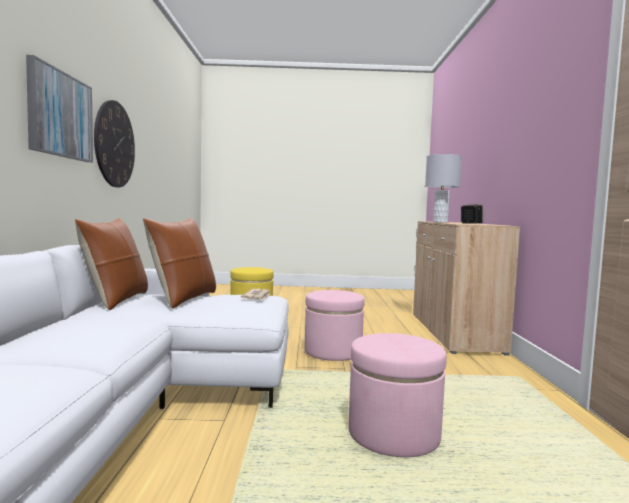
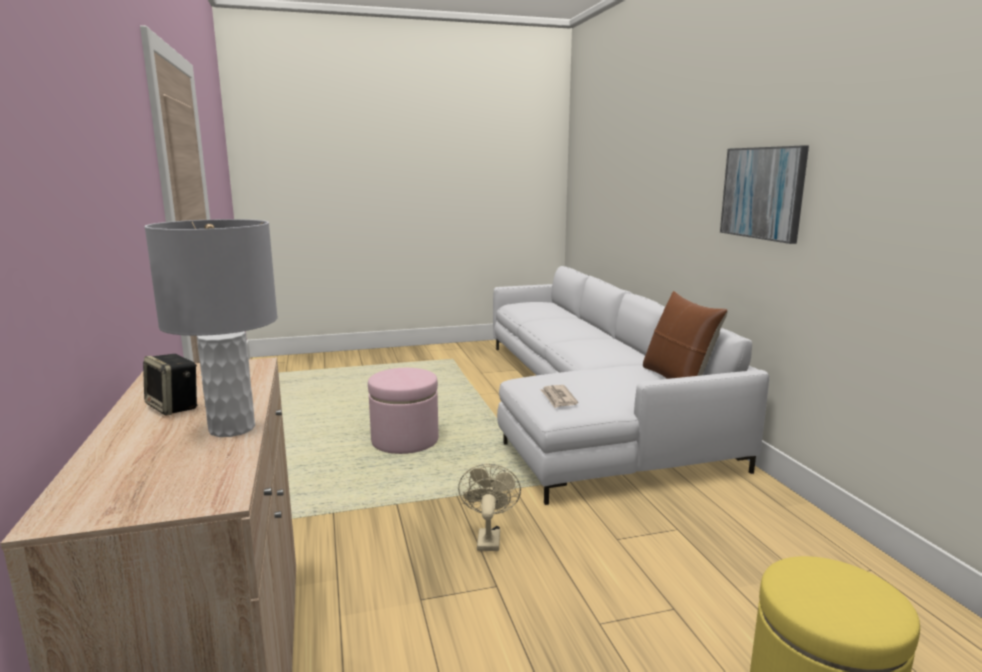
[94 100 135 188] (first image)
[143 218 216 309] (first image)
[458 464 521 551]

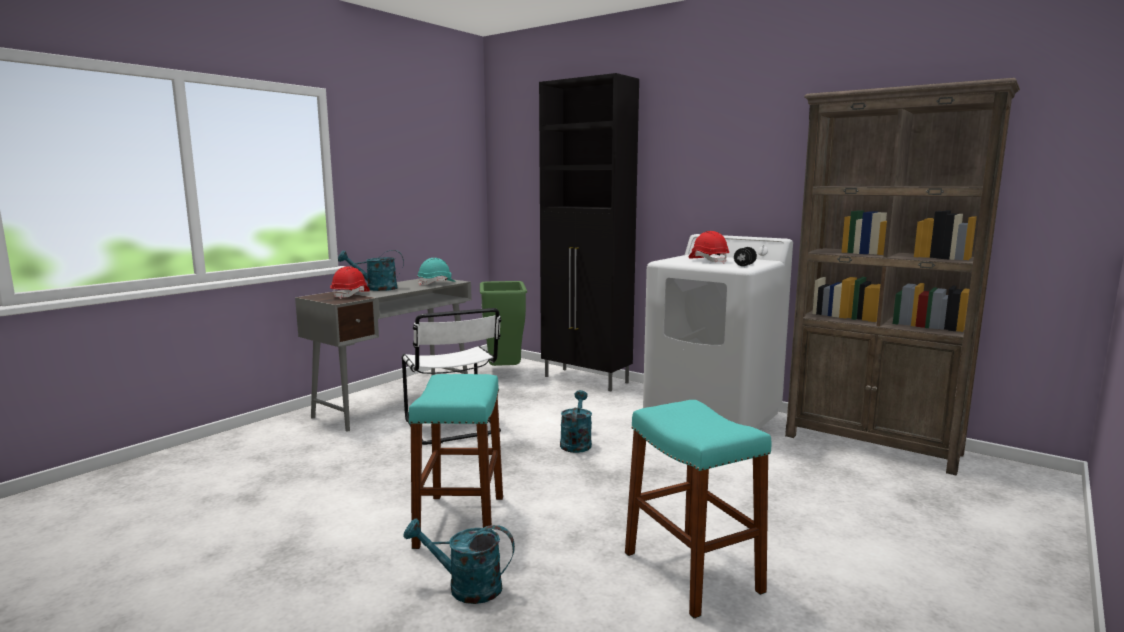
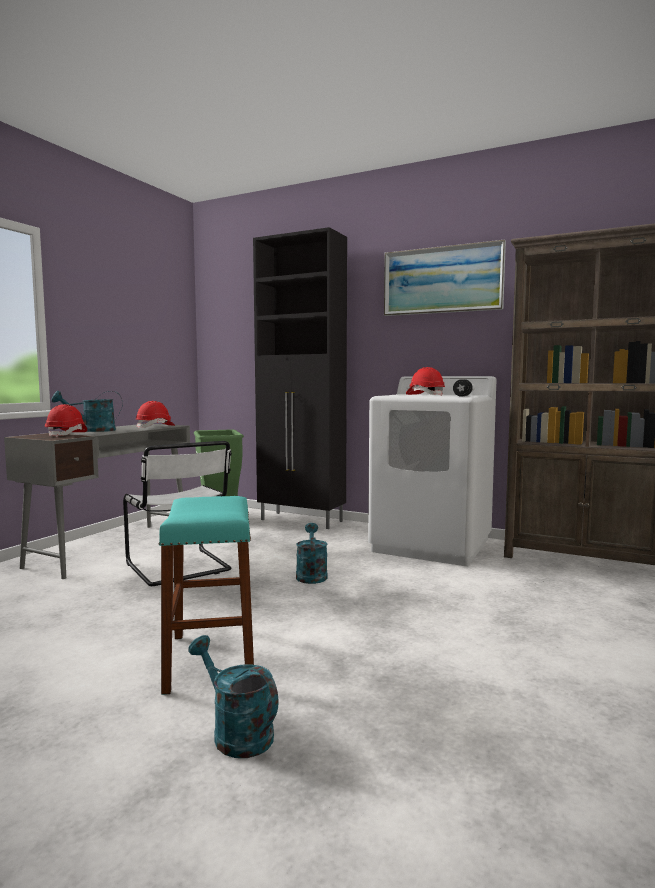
[188 635 279 758]
[135 401 175 428]
[625 400 772 618] (first image)
[384 240 506 316]

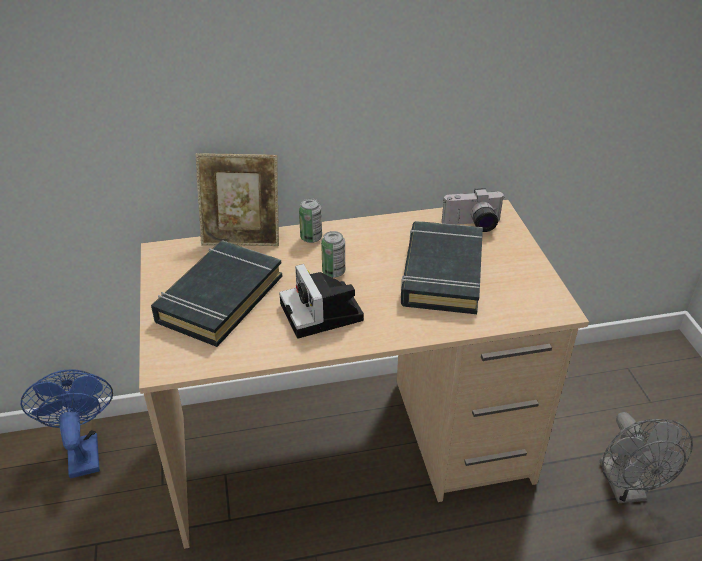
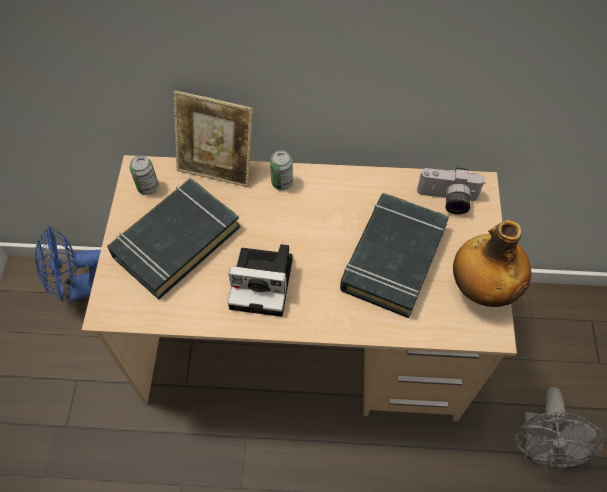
[35 226 101 302]
[228 244 293 317]
[130 155 159 195]
[453 220 531 307]

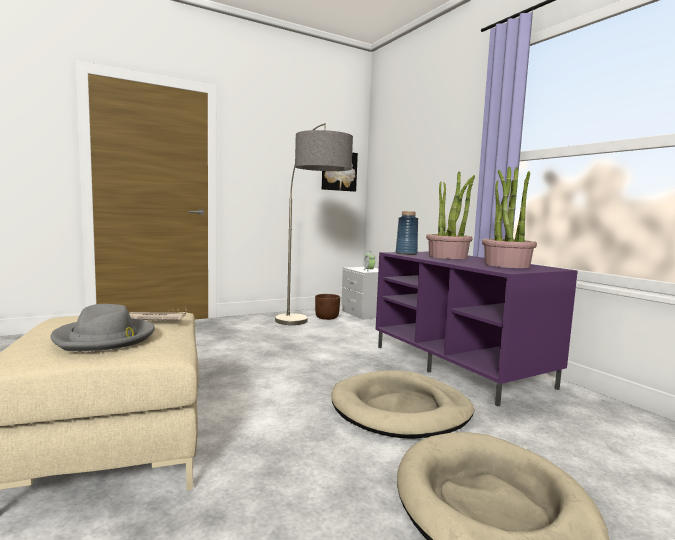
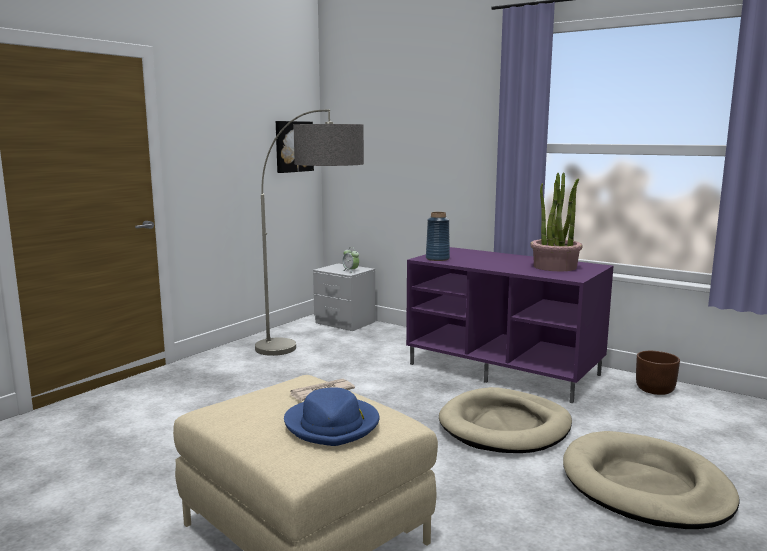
[284 387 379 446]
[636 351 680 395]
[426 171 475 259] (first image)

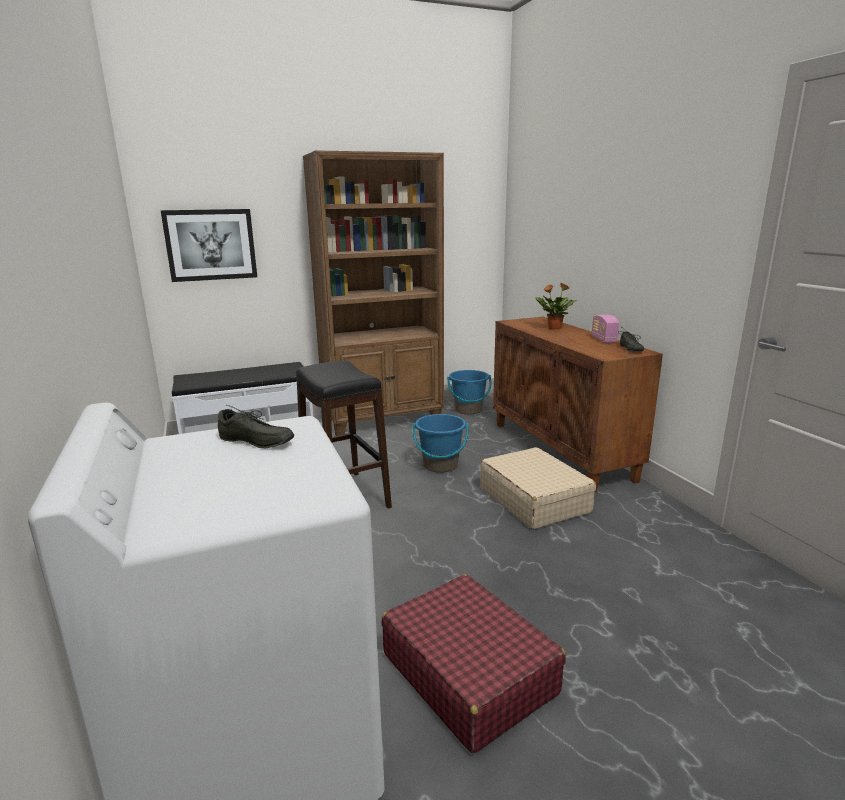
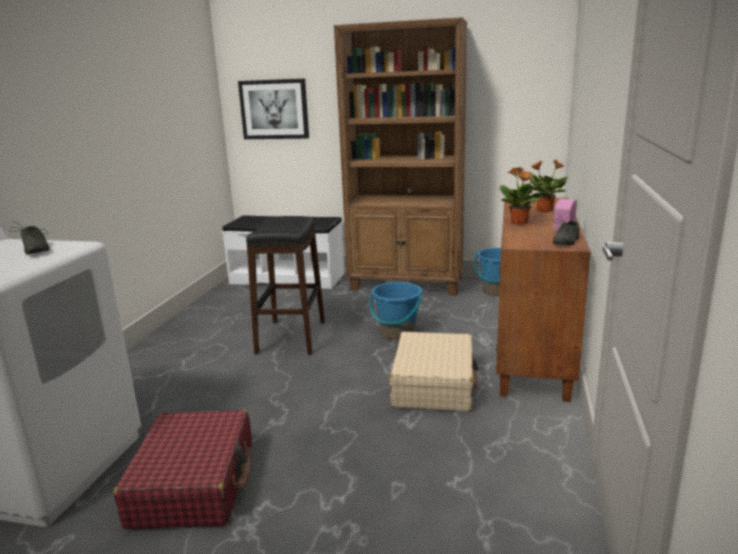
[500 167 547 224]

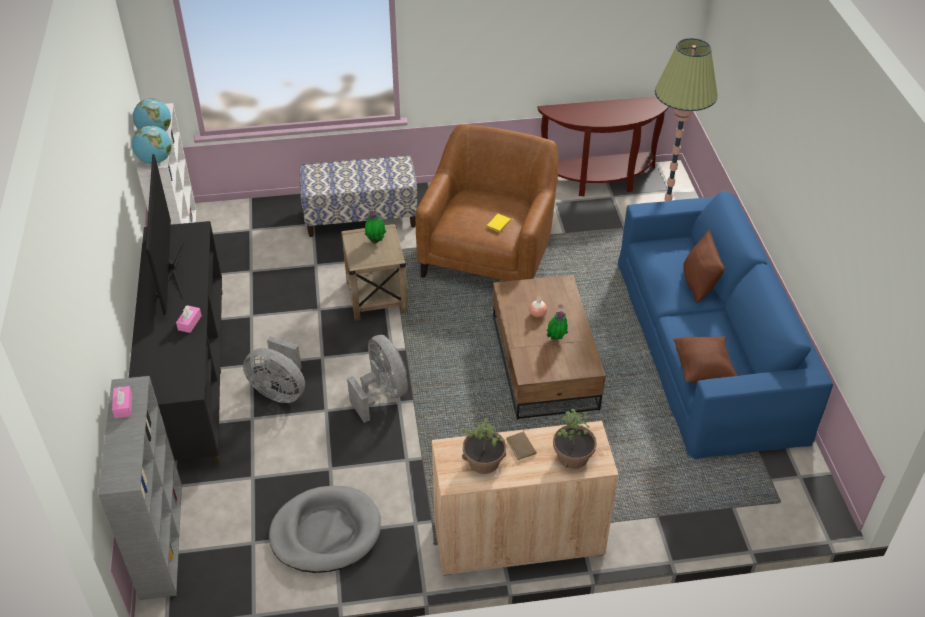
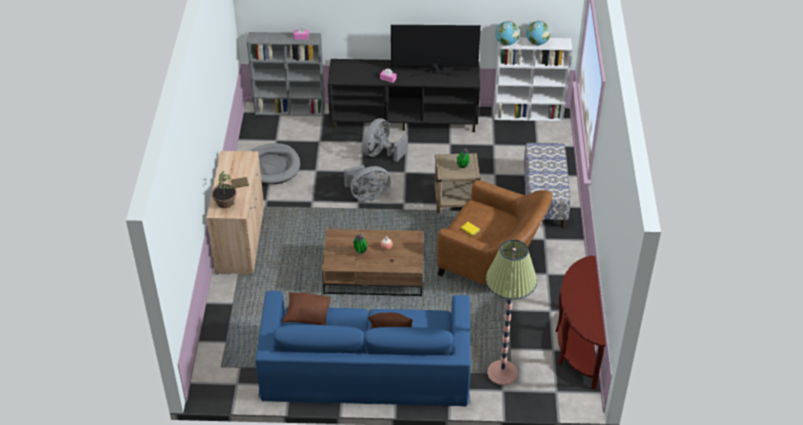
[462 418 506 474] (first image)

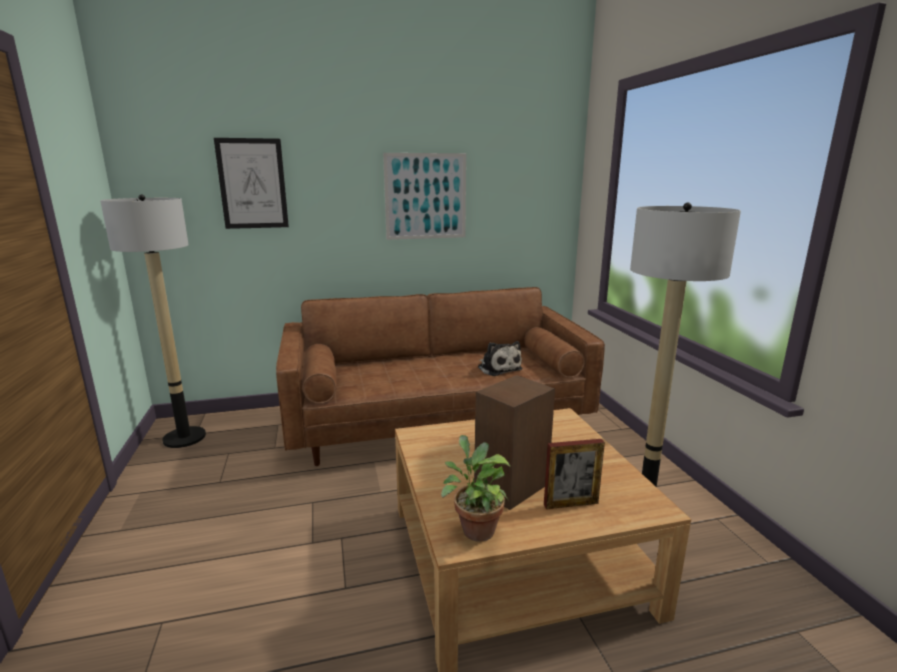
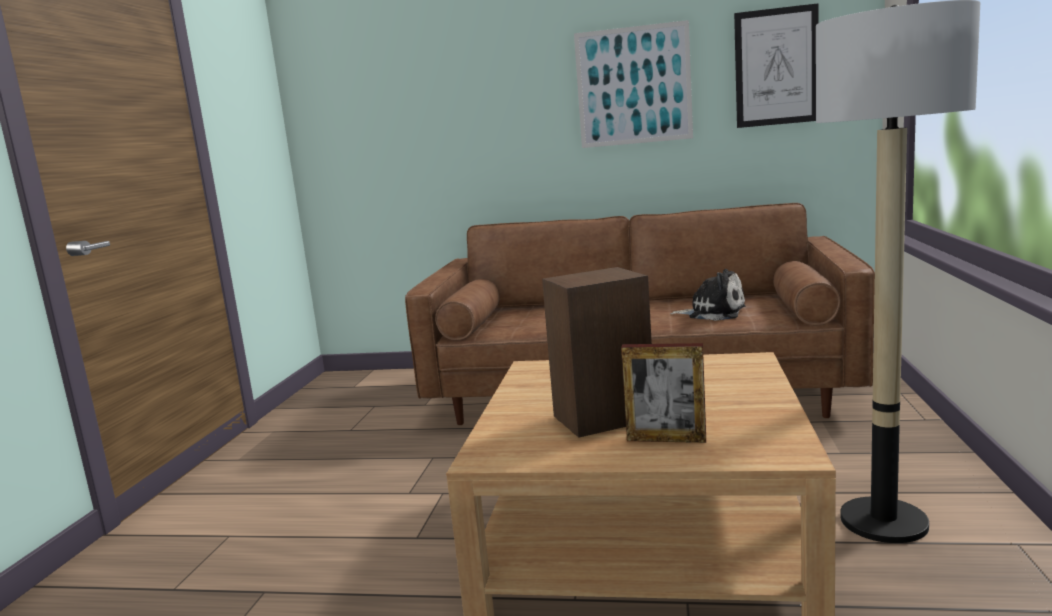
[100 195 206 448] (first image)
[734 3 819 128]
[441 435 511 542] (first image)
[670 269 746 321]

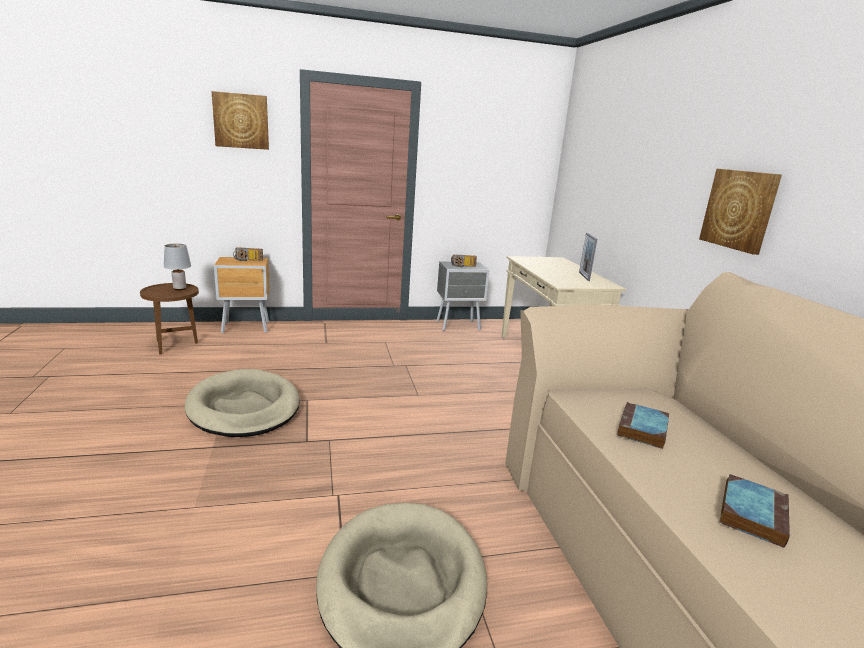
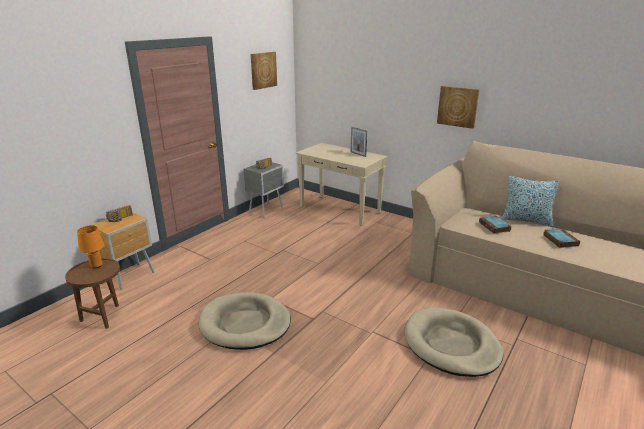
[77 225 104 269]
[251 52 277 90]
[501 176 561 227]

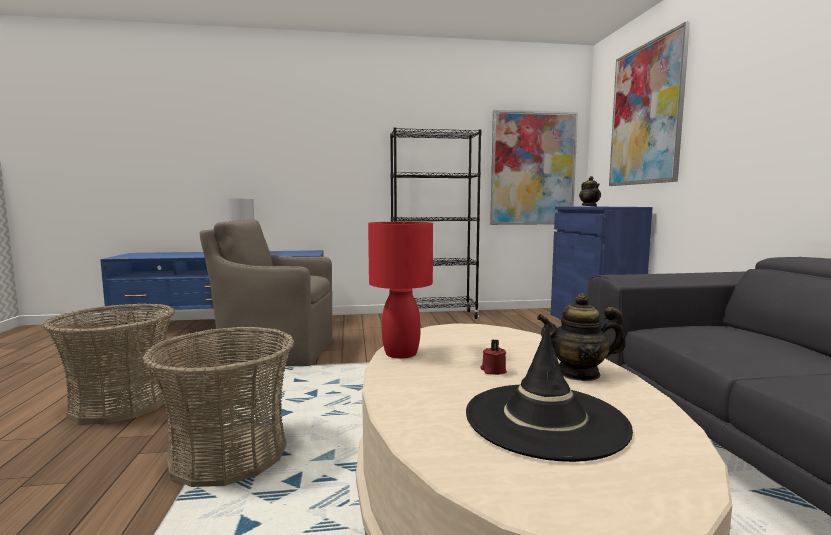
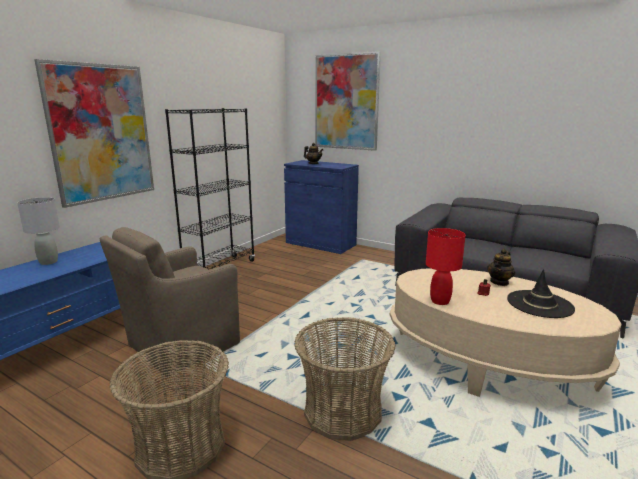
[34 59 154 208]

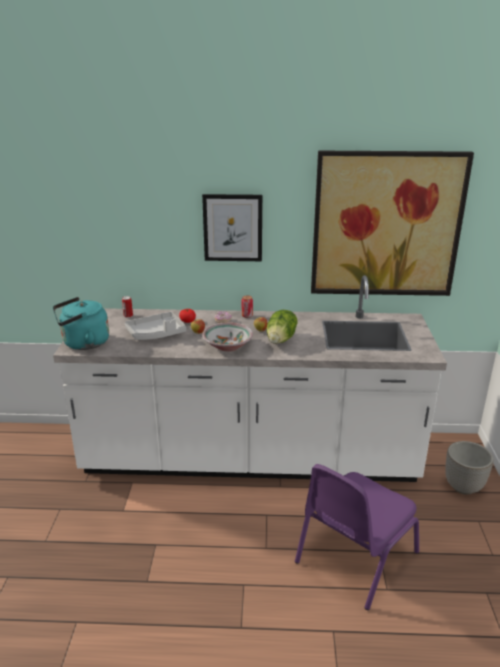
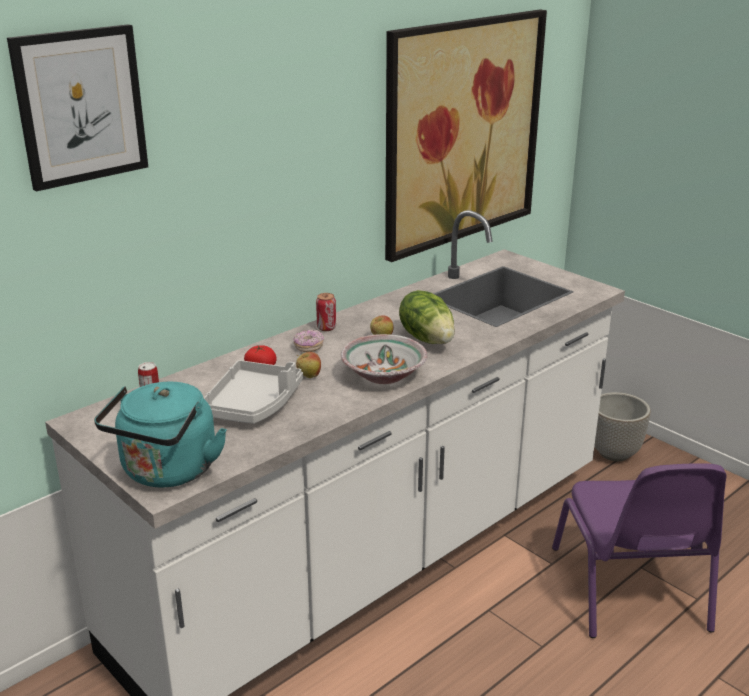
[7 24 148 192]

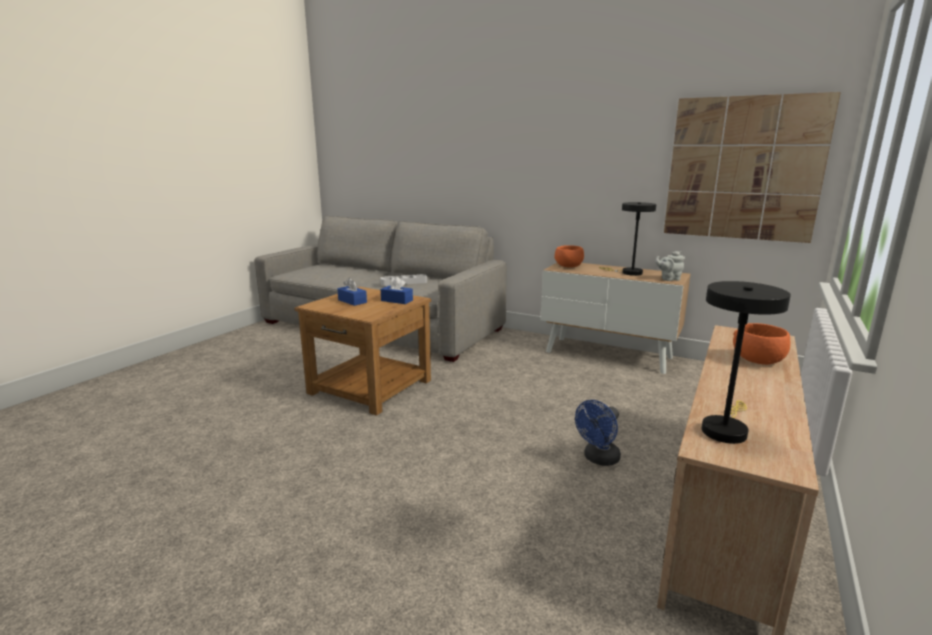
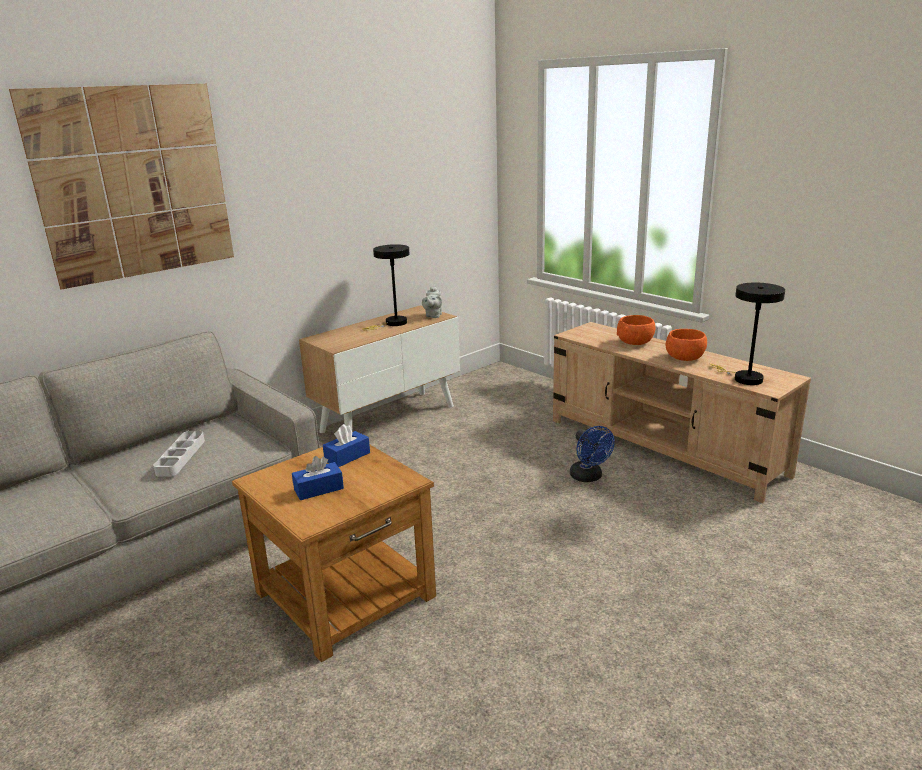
[665 329 707 361]
[9 84 234 290]

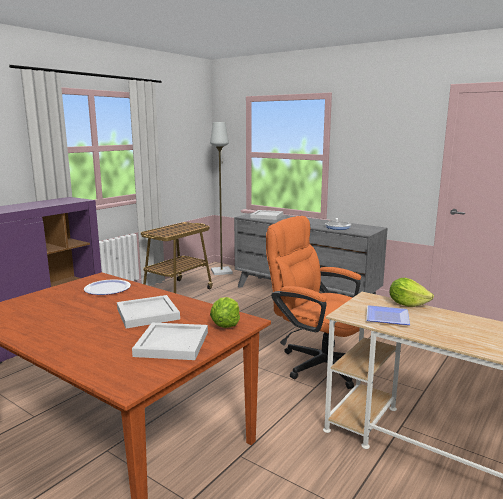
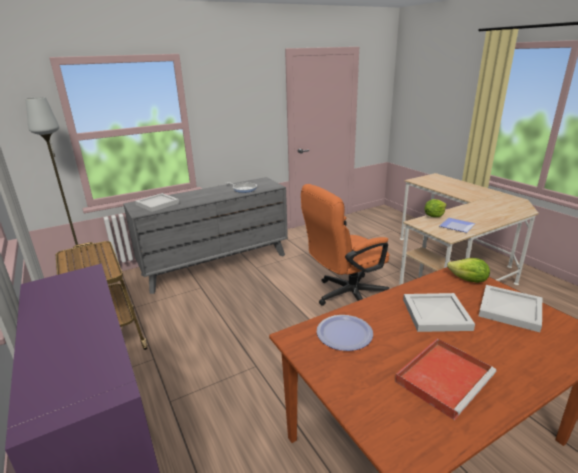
[395 338 496 420]

